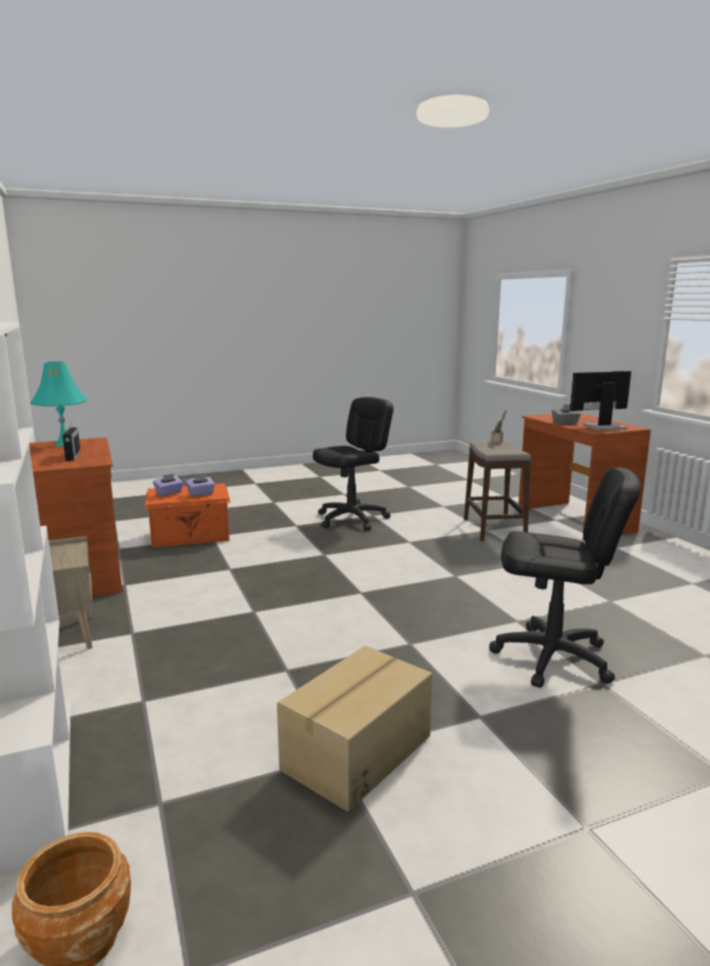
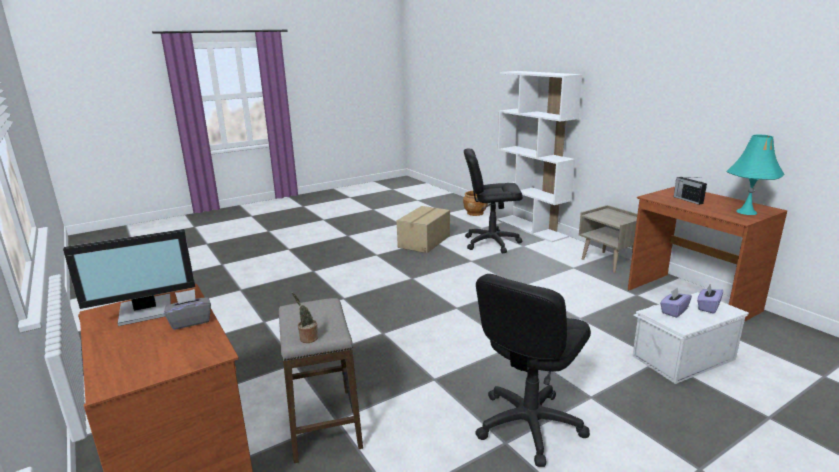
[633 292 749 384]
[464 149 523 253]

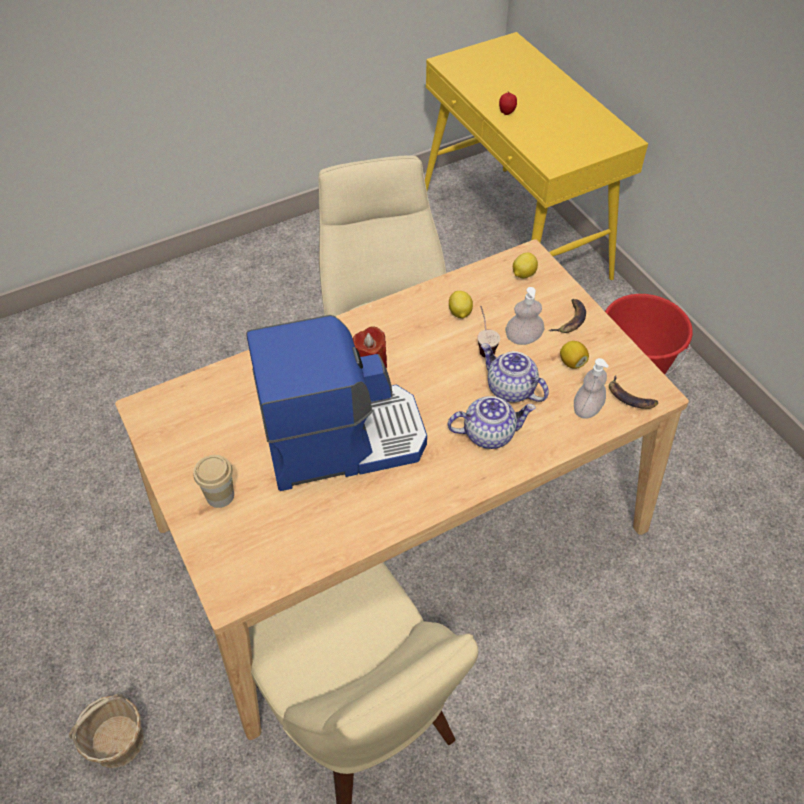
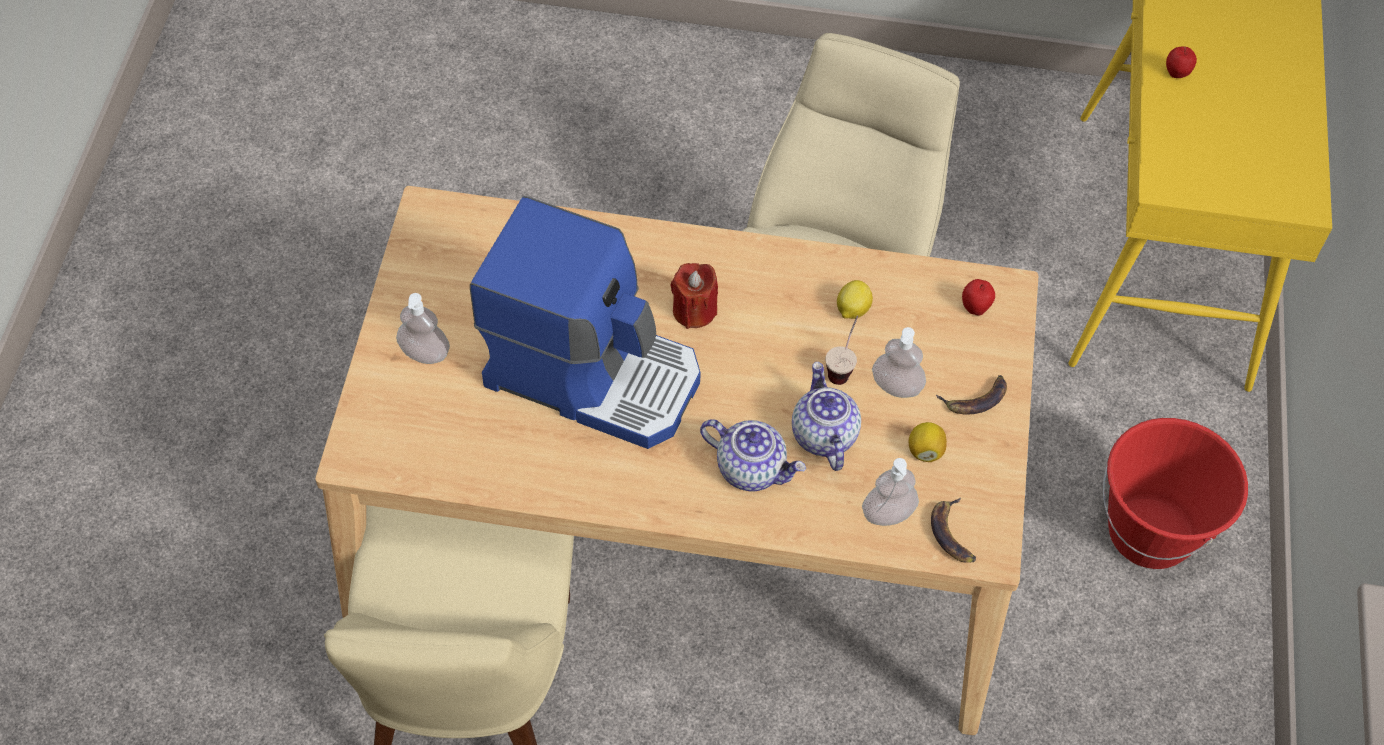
[69 694 144 768] (first image)
[396 293 450 364]
[962 279 995 316]

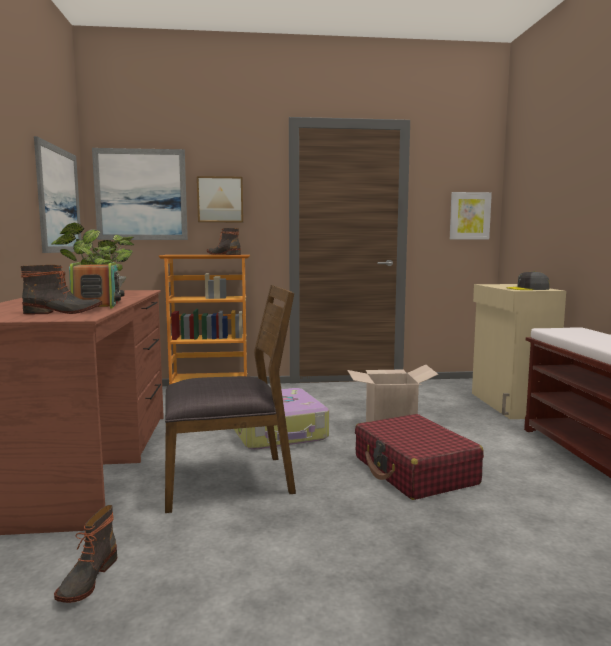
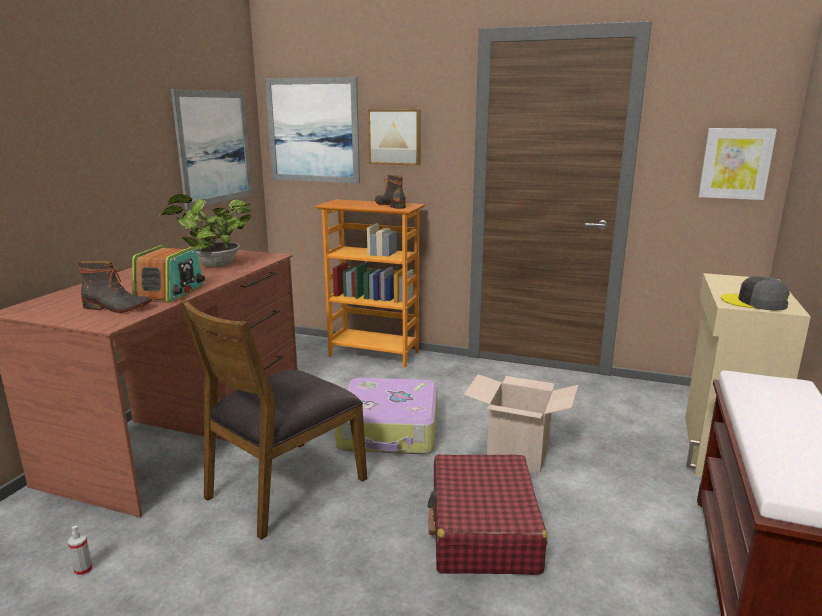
[68 526 93 576]
[180 299 367 540]

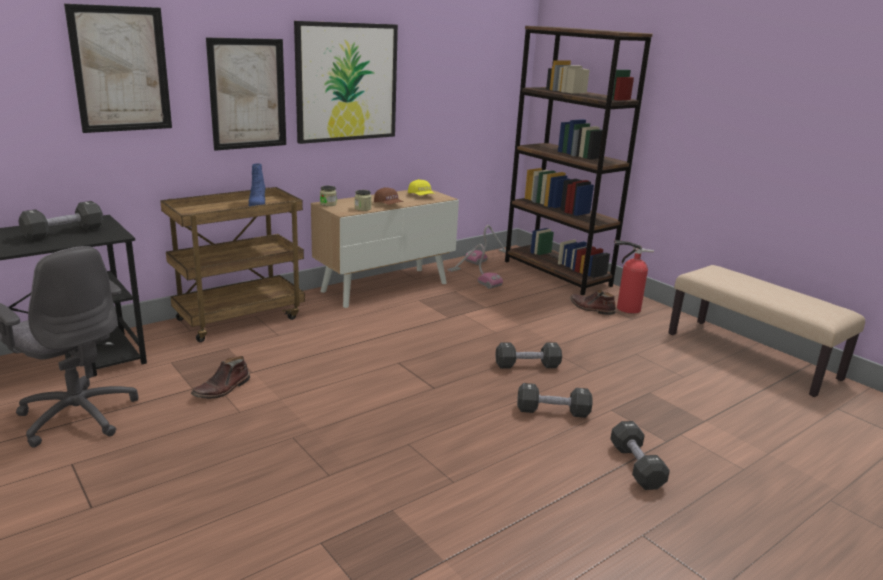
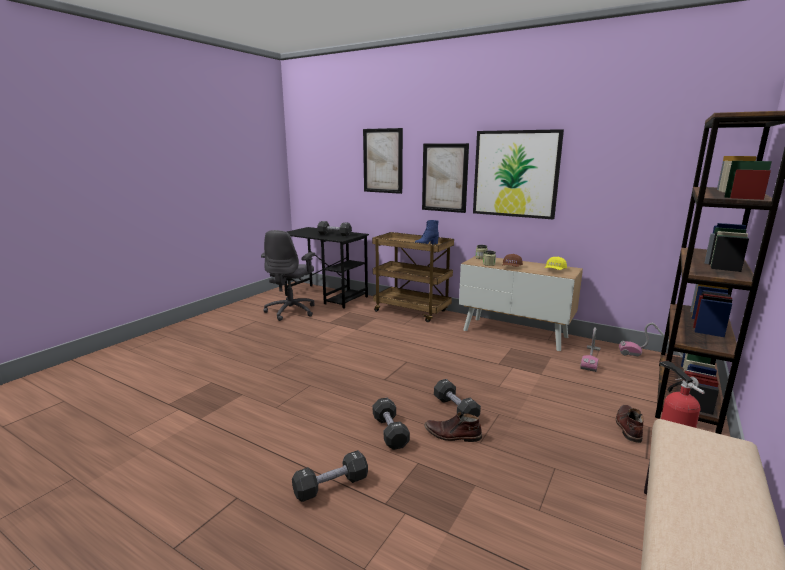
[424 412 482 442]

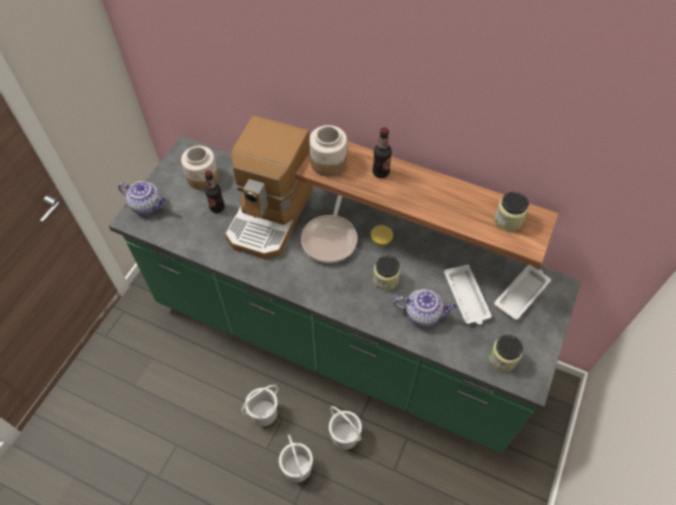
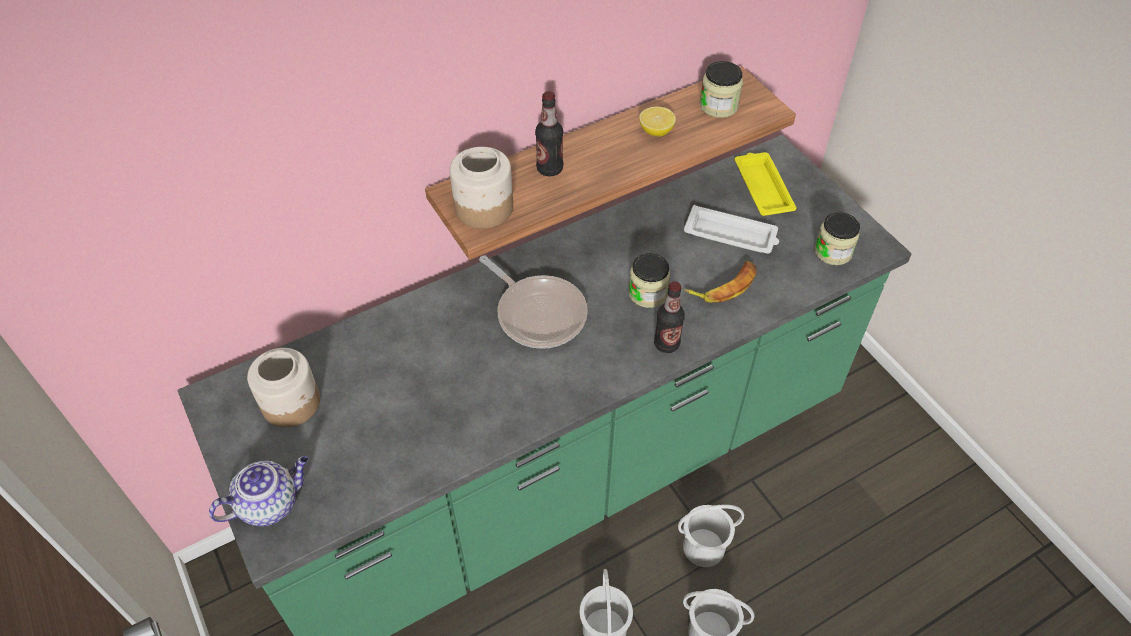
[654 282 685 353]
[225 116 313 260] (first image)
[639 107 676 137]
[684 261 756 303]
[735 152 797 216]

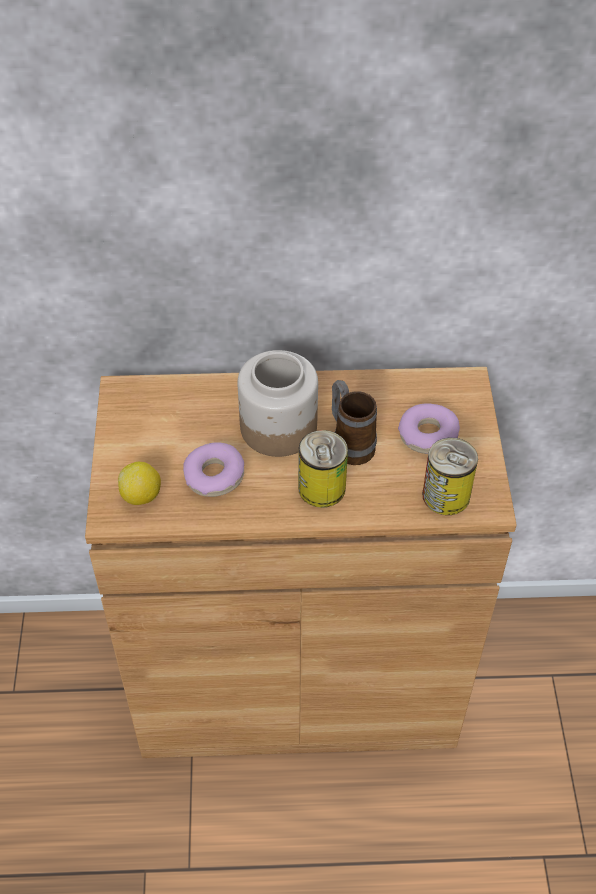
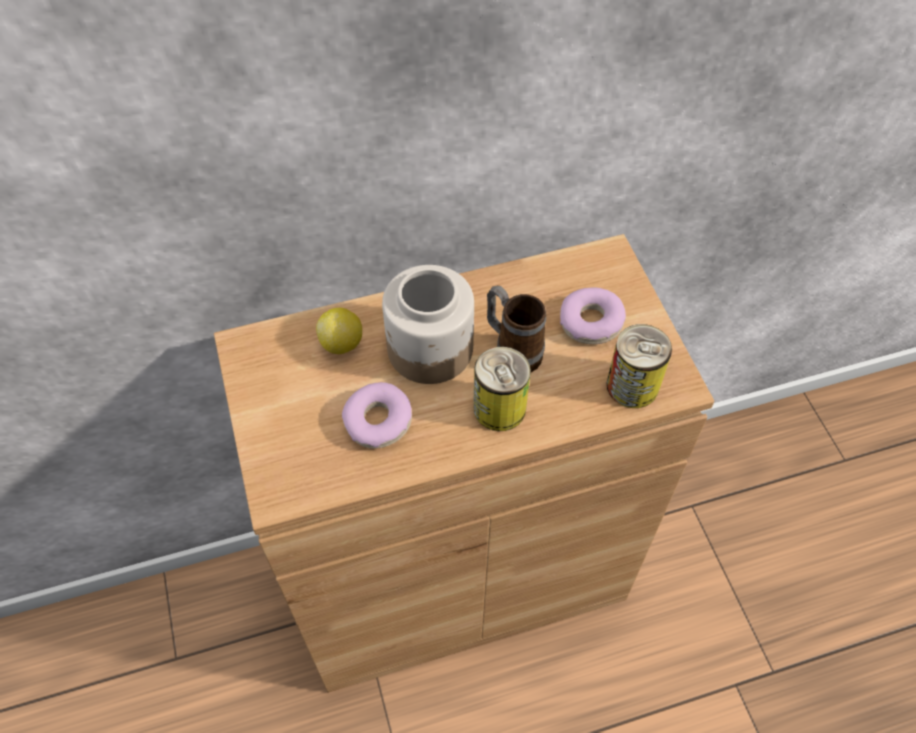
[316 308 362 354]

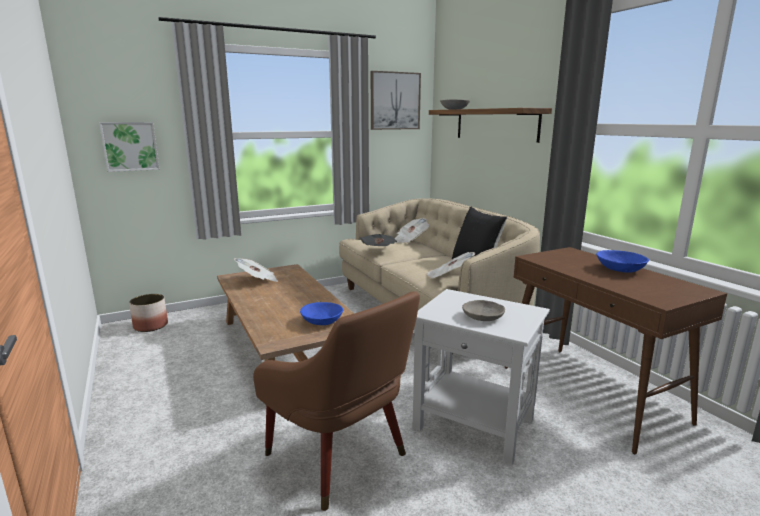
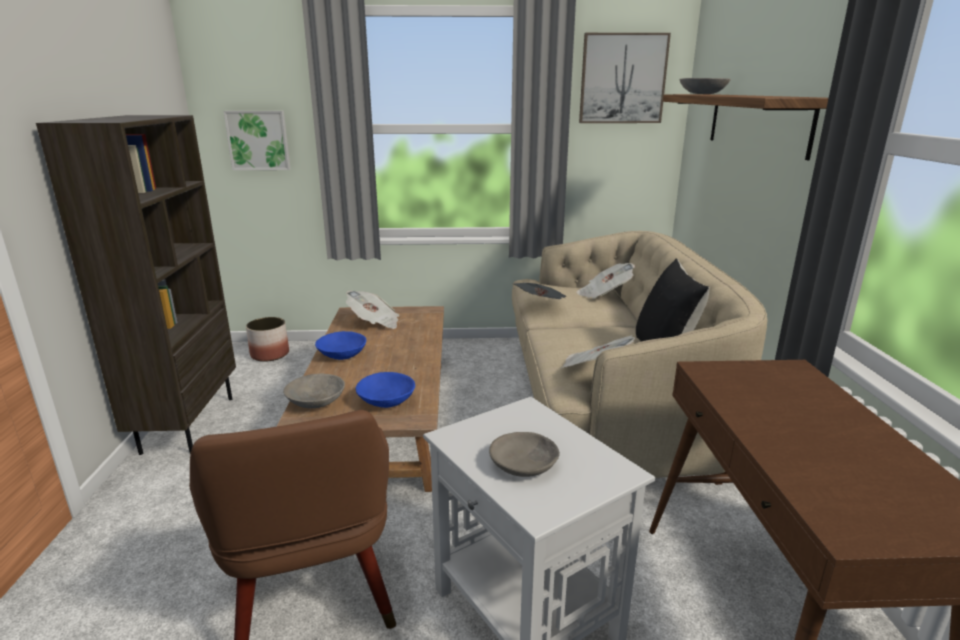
[315 331 366 360]
[36 115 236 455]
[283 373 345 408]

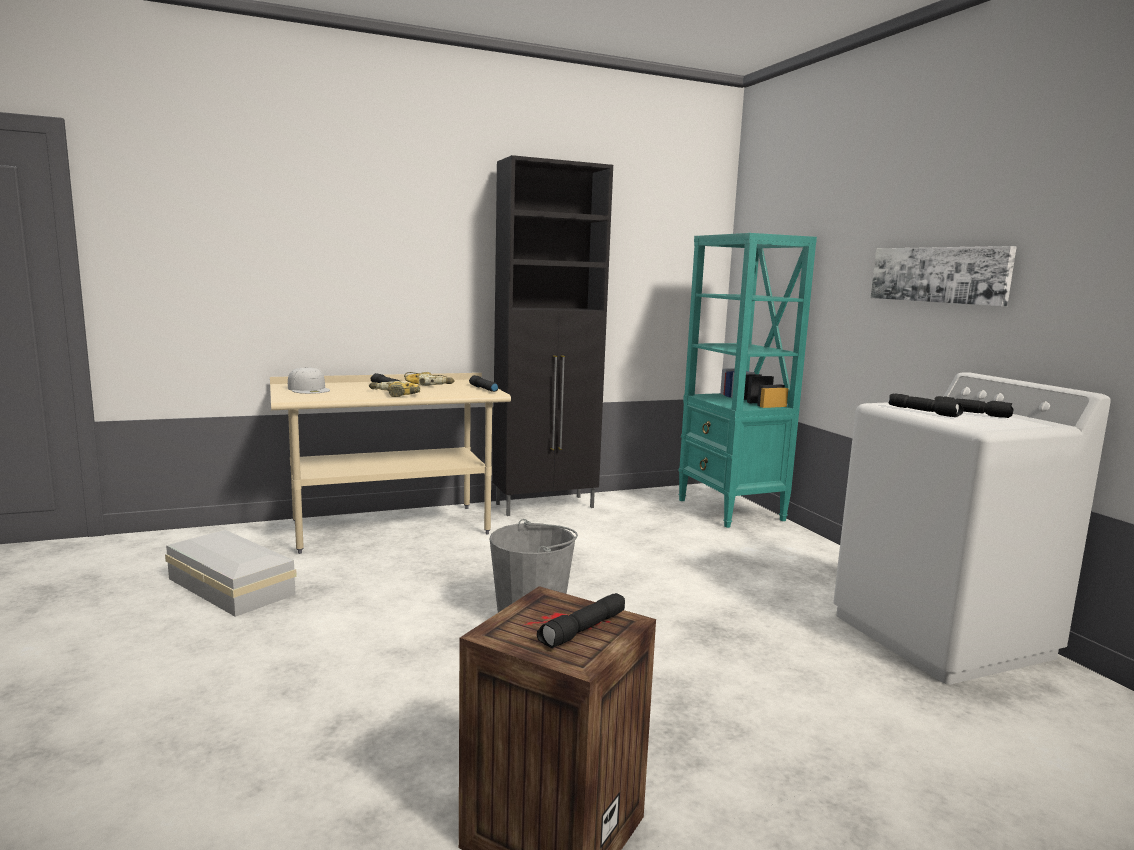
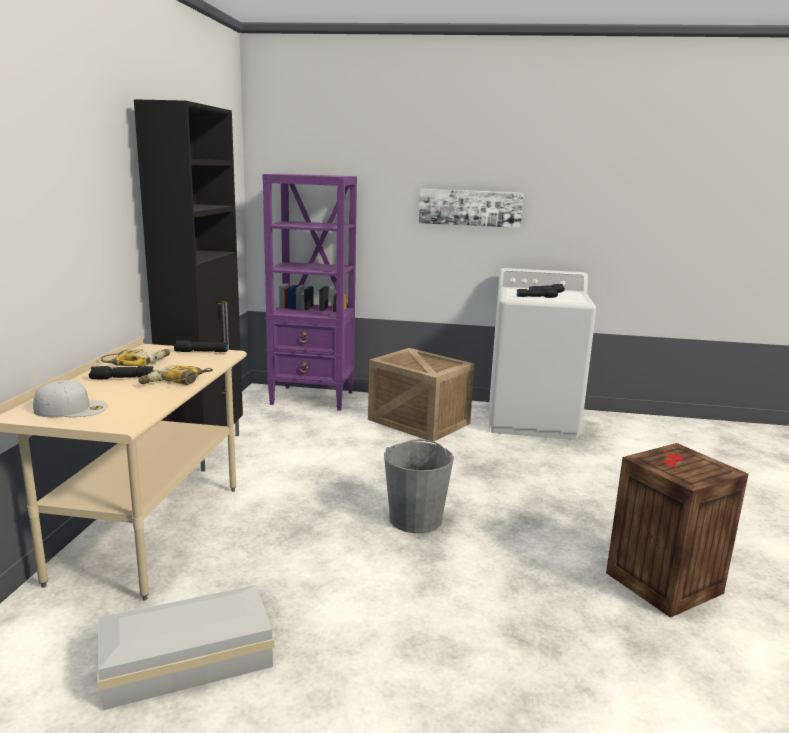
[537 593 625 648] (first image)
[262 174 357 411]
[368 348 474 441]

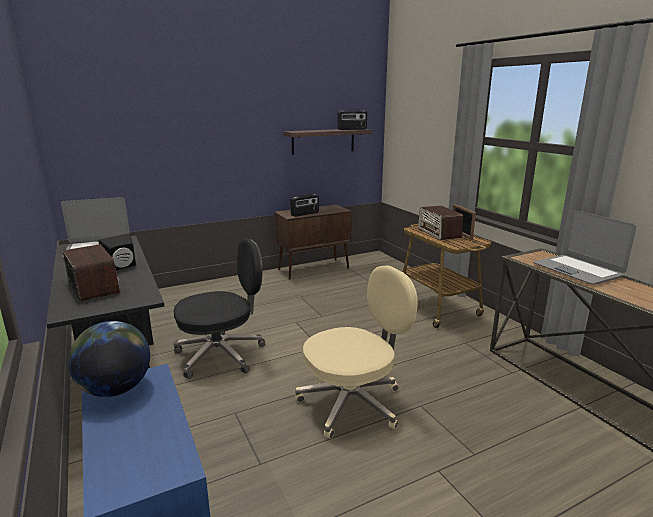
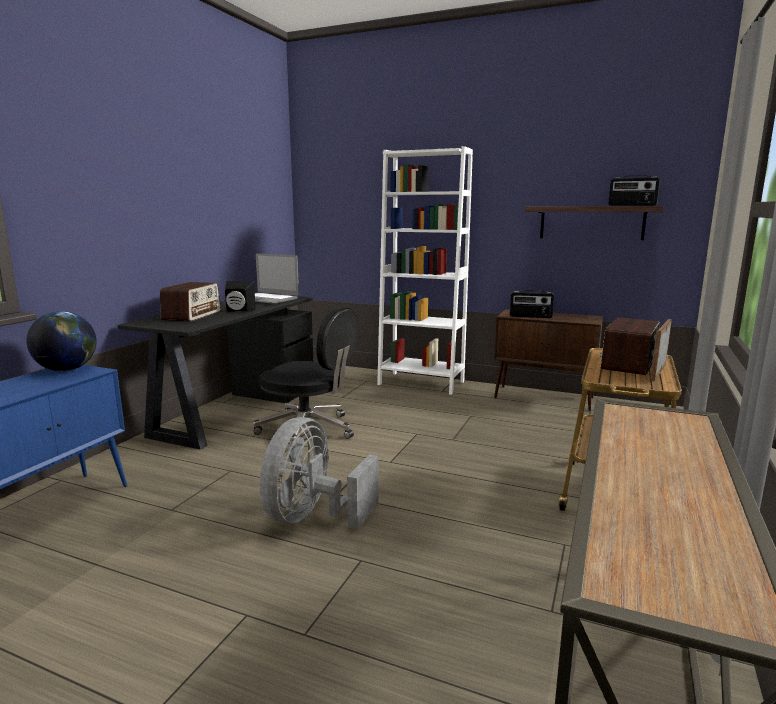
[260 417 379 530]
[533 210 637 285] (first image)
[377 146 473 395]

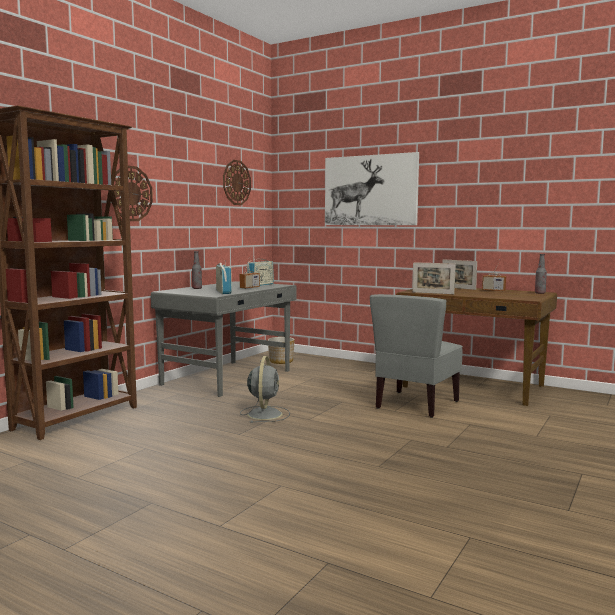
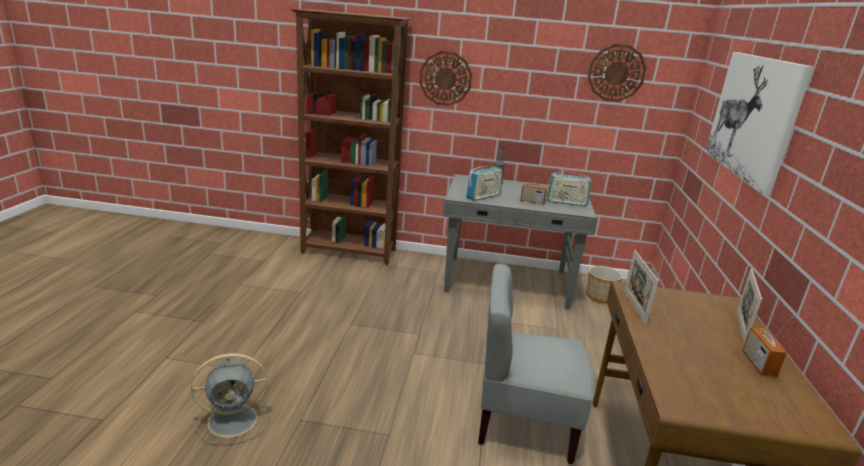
[191 353 270 445]
[535 254 547 294] (first image)

